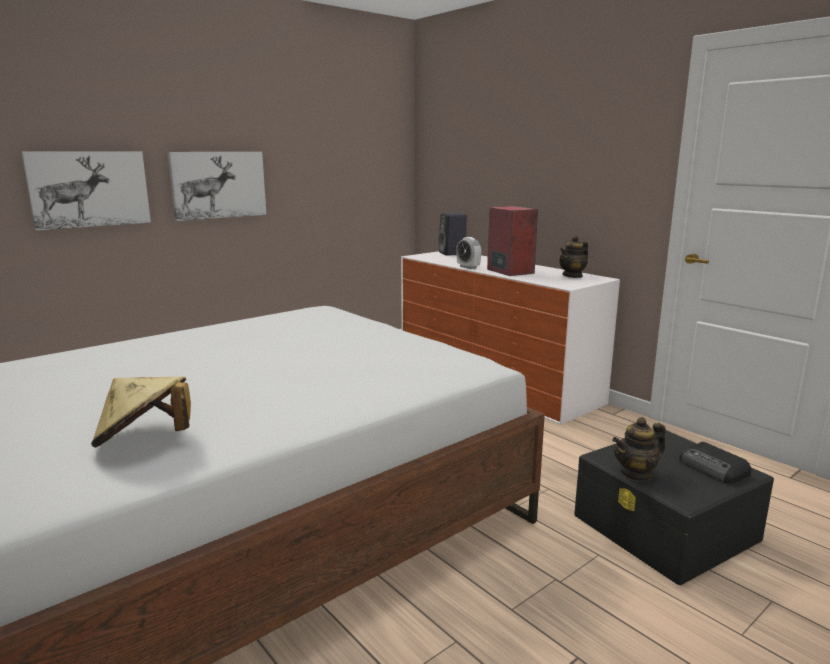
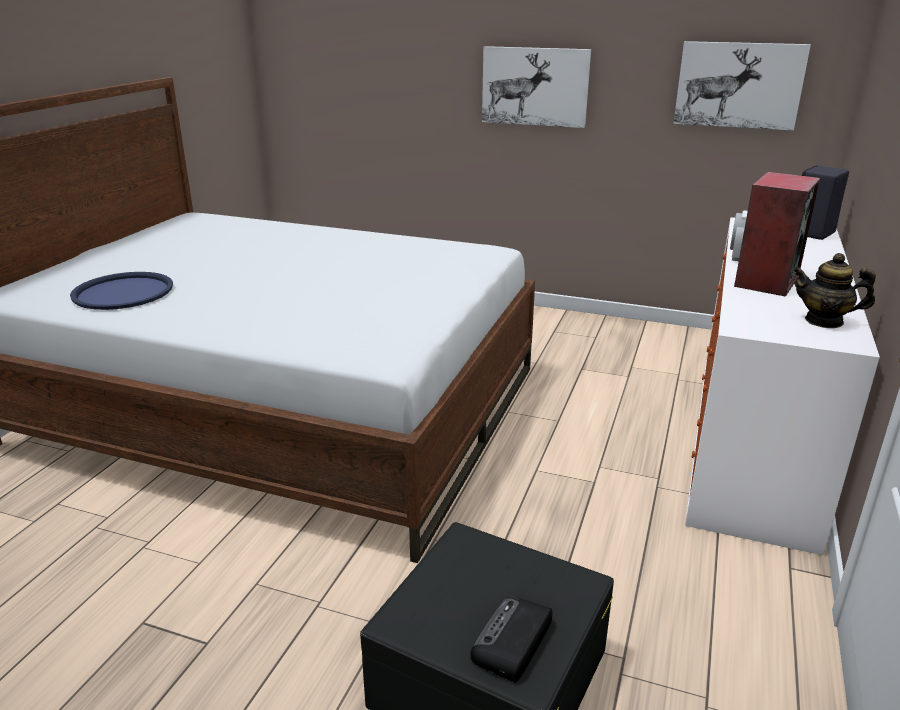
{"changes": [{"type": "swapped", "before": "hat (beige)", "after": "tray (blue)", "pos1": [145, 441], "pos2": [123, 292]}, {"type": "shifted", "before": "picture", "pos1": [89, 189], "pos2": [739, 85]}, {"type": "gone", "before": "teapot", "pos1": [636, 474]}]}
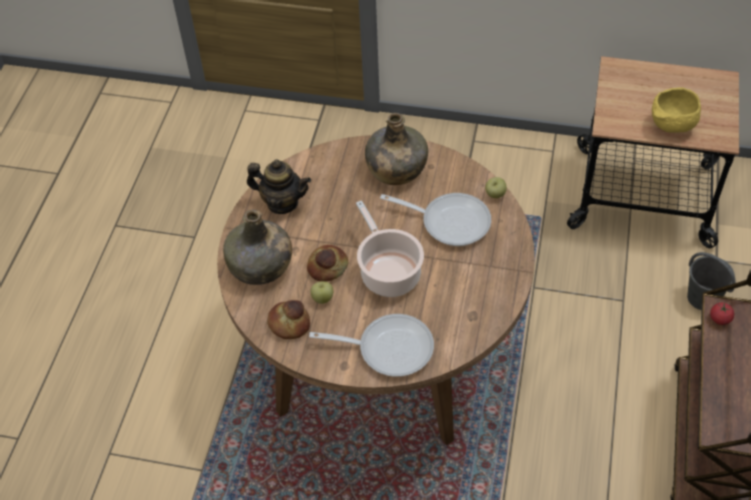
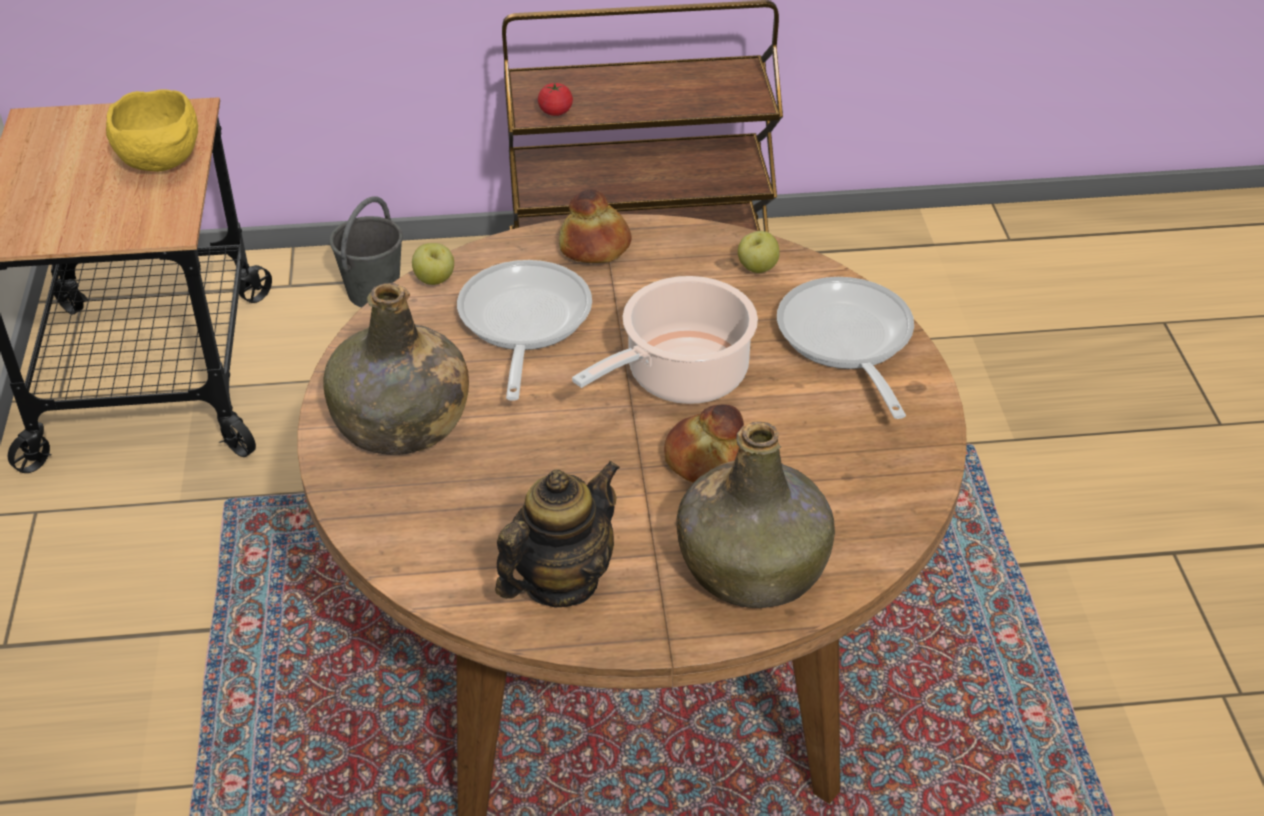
{"changes": [{"type": "rotated", "before": "teapot", "pos1": [282, 203], "pos2": [560, 581], "turn": 45}, {"type": "shifted", "before": "bread", "pos1": [289, 324], "pos2": [594, 247]}, {"type": "shifted", "before": "apple", "pos1": [322, 298], "pos2": [757, 269]}]}
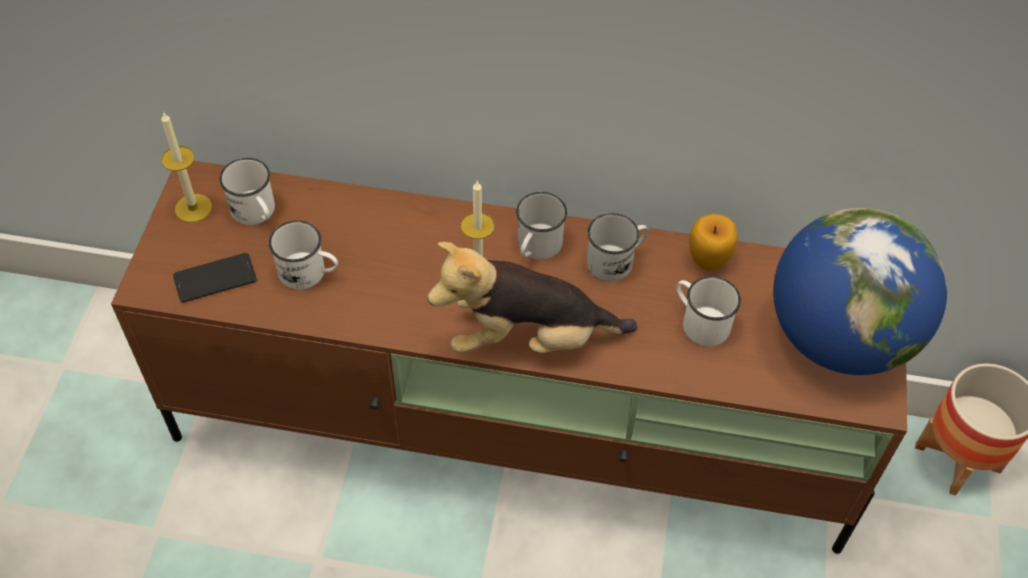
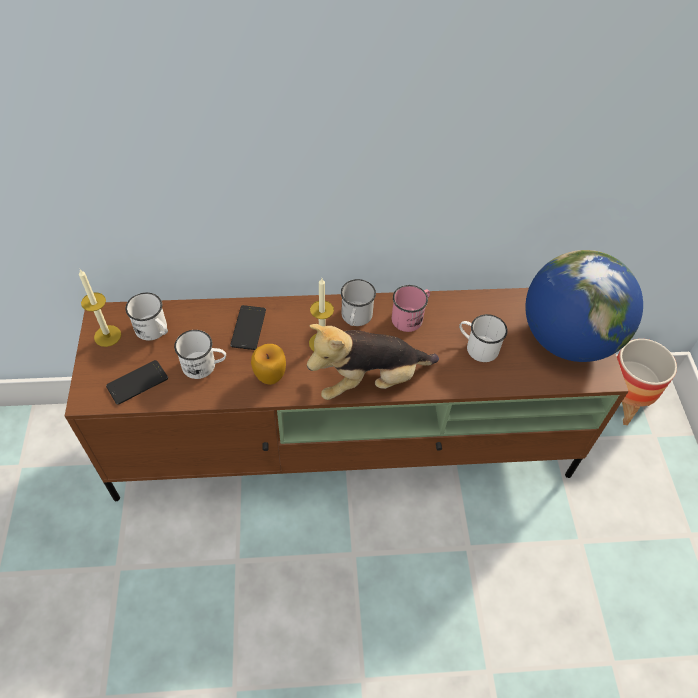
{"changes": [{"type": "new", "after": "phone", "pos2": [248, 328]}, {"type": "shifted", "before": "apple", "pos1": [708, 259], "pos2": [270, 376]}, {"type": "repainted", "before": "mug (white)", "after": "mug (pink)", "pos1": [616, 261], "pos2": [411, 317]}]}
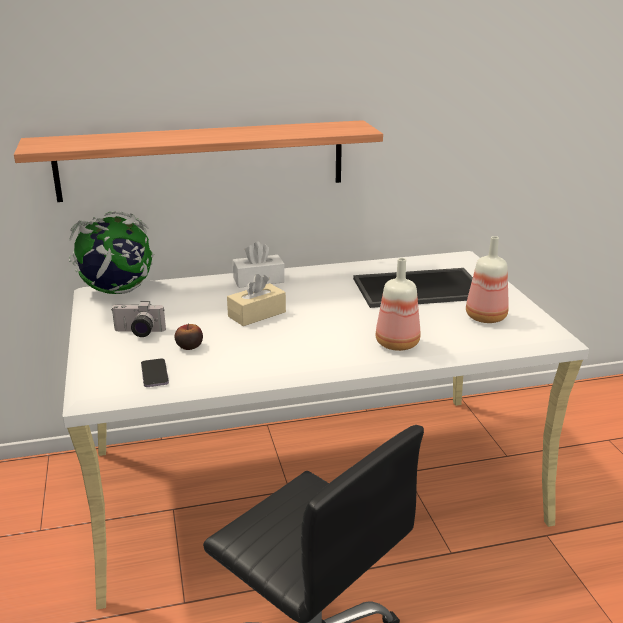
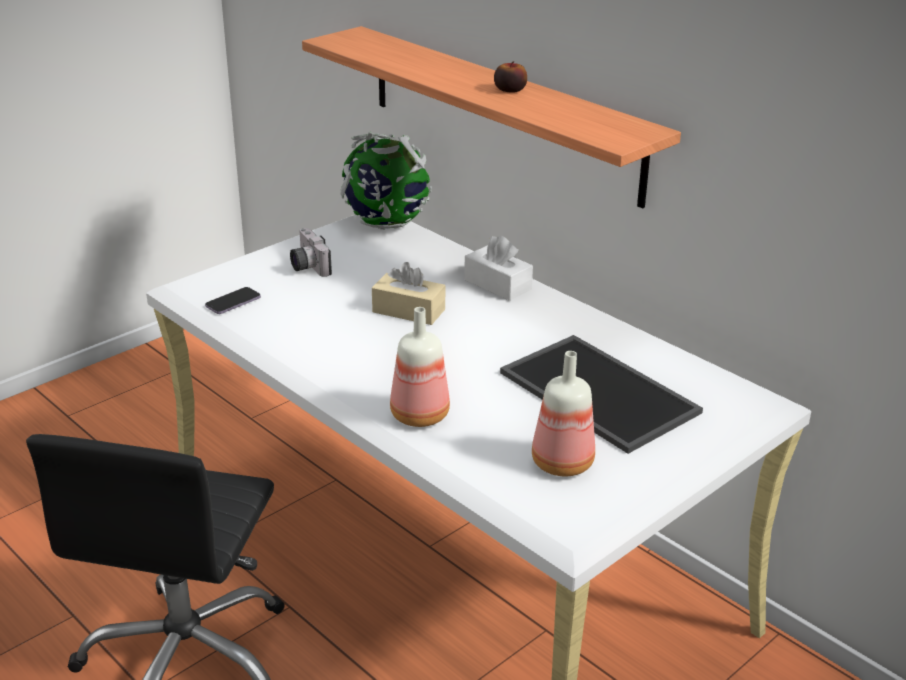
{"changes": [{"type": "shifted", "before": "apple", "pos1": [189, 346], "pos2": [510, 90]}]}
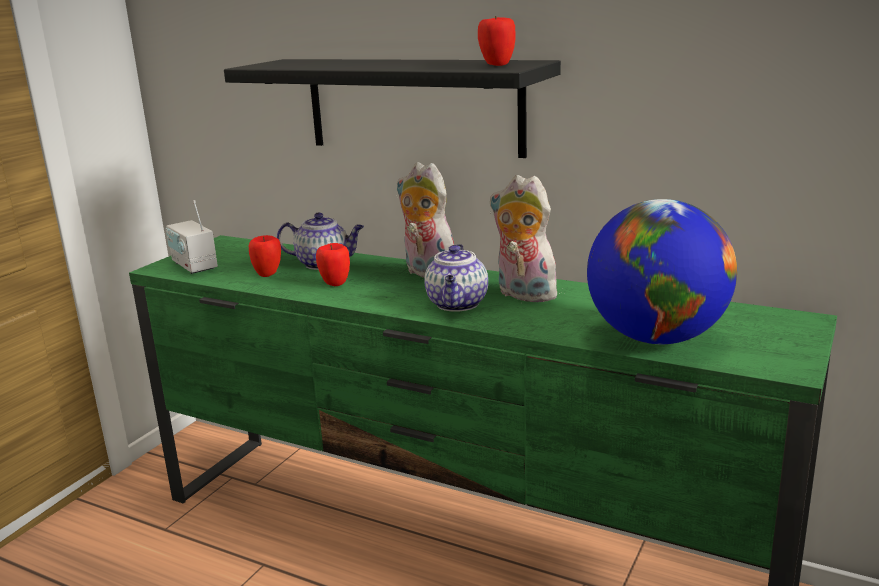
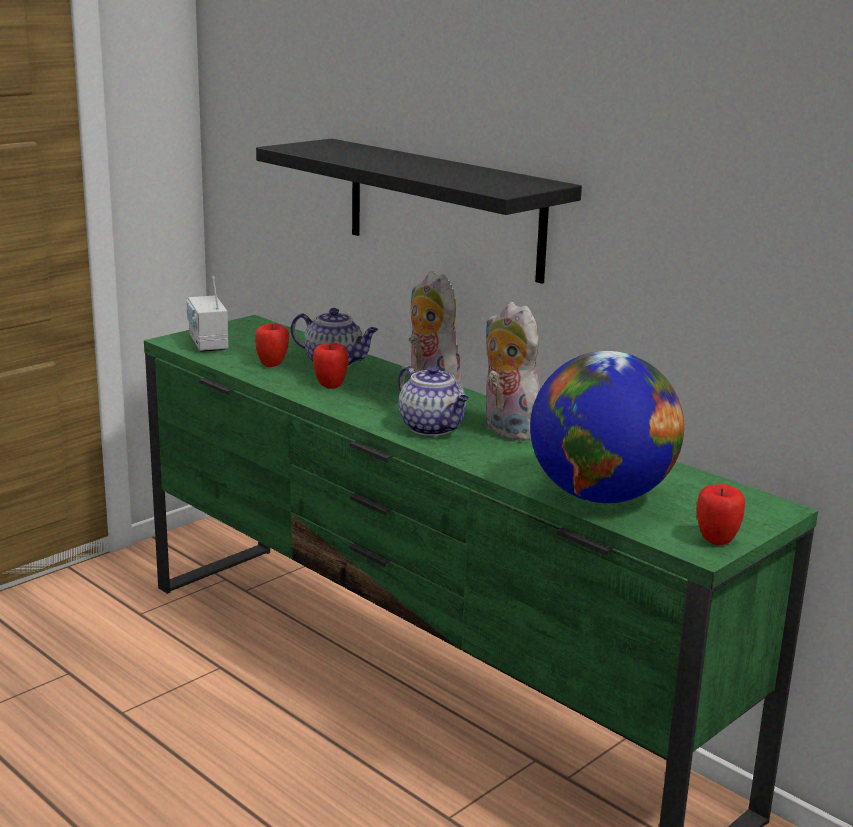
{"changes": [{"type": "rotated", "before": "teapot", "pos1": [457, 304], "pos2": [433, 428], "turn": -60}, {"type": "shifted", "before": "apple", "pos1": [497, 65], "pos2": [716, 540]}]}
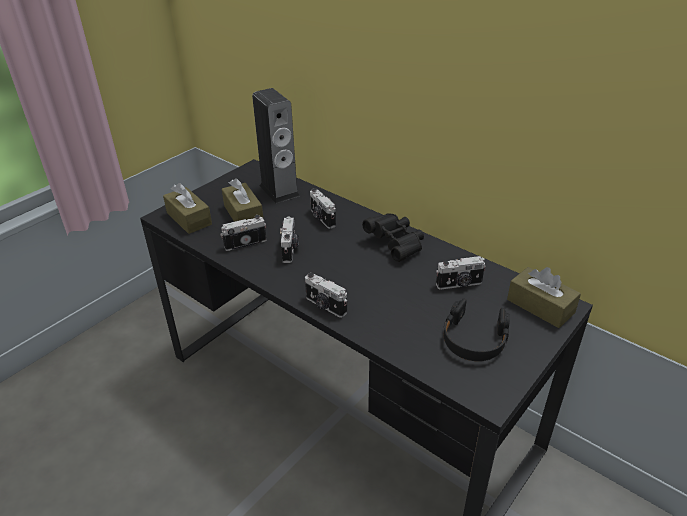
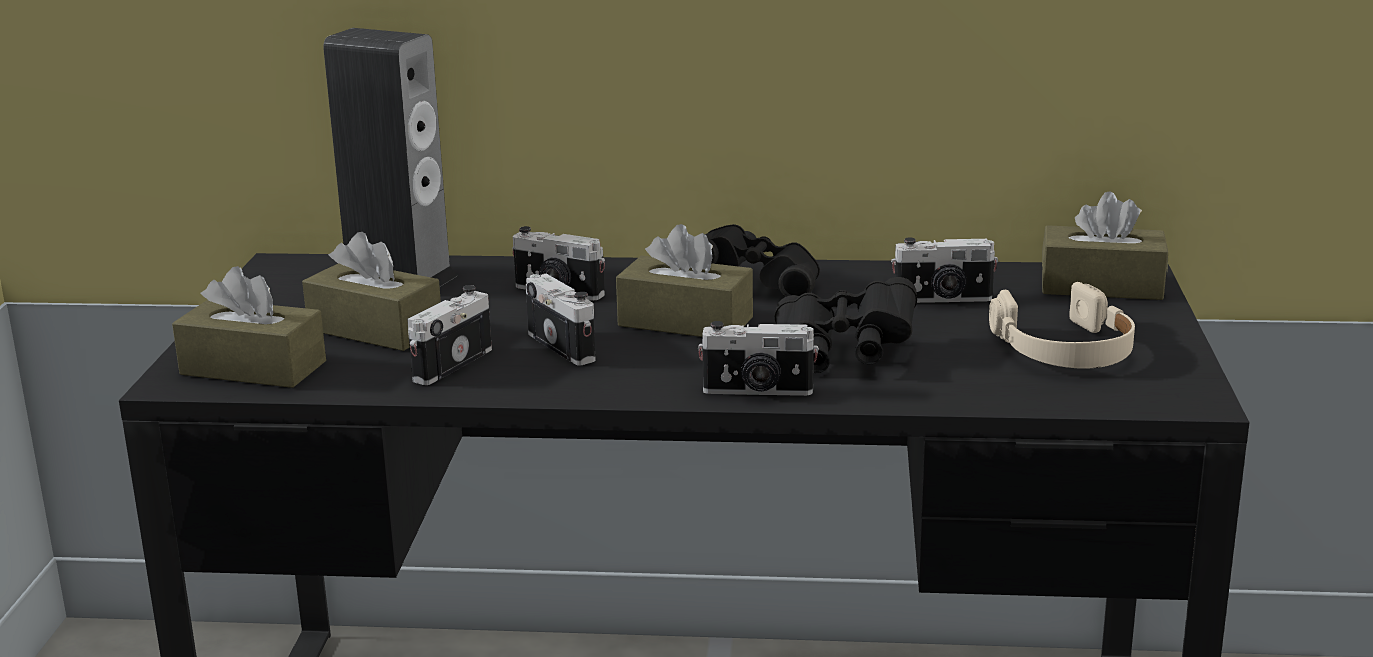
{"changes": [{"type": "new", "after": "tissue box (brown)", "pos2": [685, 322]}, {"type": "new", "after": "binoculars (black)", "pos2": [842, 354]}, {"type": "rotated", "before": "photo camera", "pos1": [459, 284], "pos2": [943, 299], "turn": 45}, {"type": "repainted", "before": "headphones (black)", "after": "headphones (beige)", "pos1": [474, 339], "pos2": [1065, 349]}]}
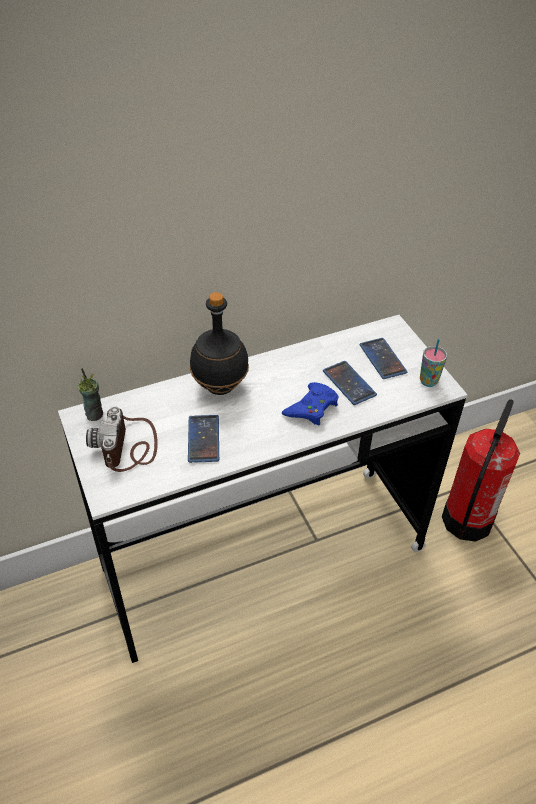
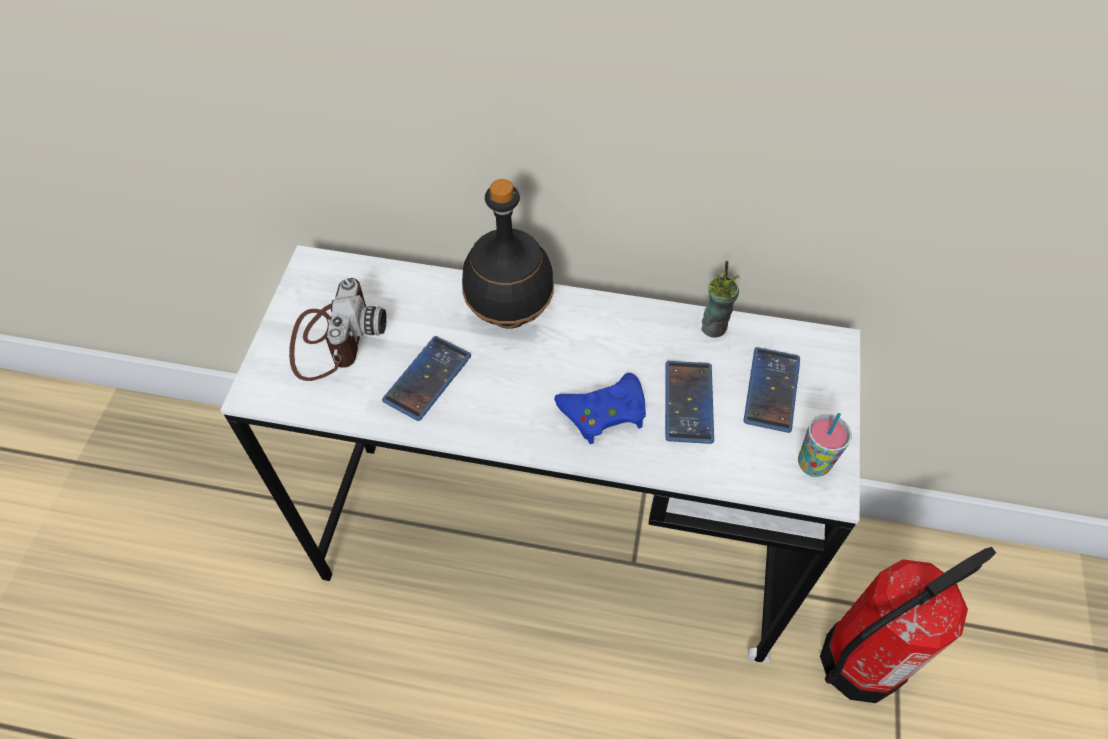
{"changes": [{"type": "rotated", "before": "photo camera", "pos1": [128, 446], "pos2": [333, 338], "turn": 150}, {"type": "shifted", "before": "cup", "pos1": [94, 414], "pos2": [714, 326]}]}
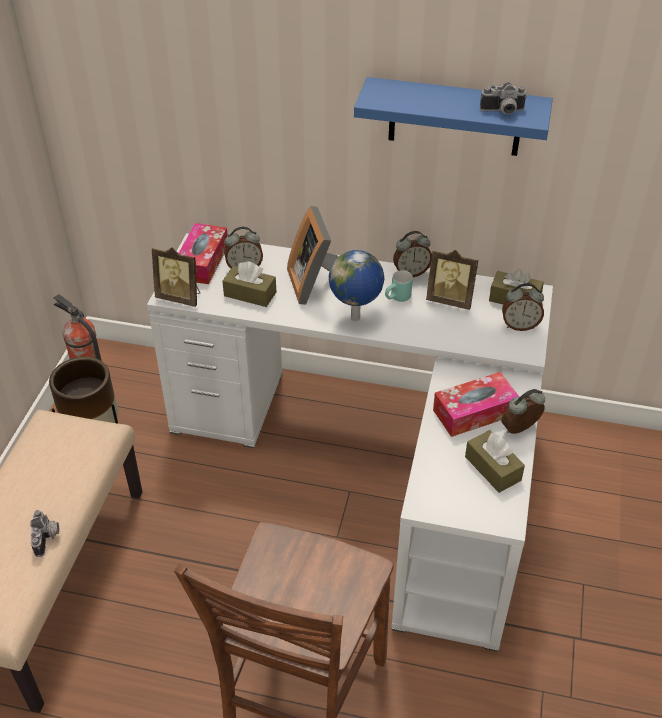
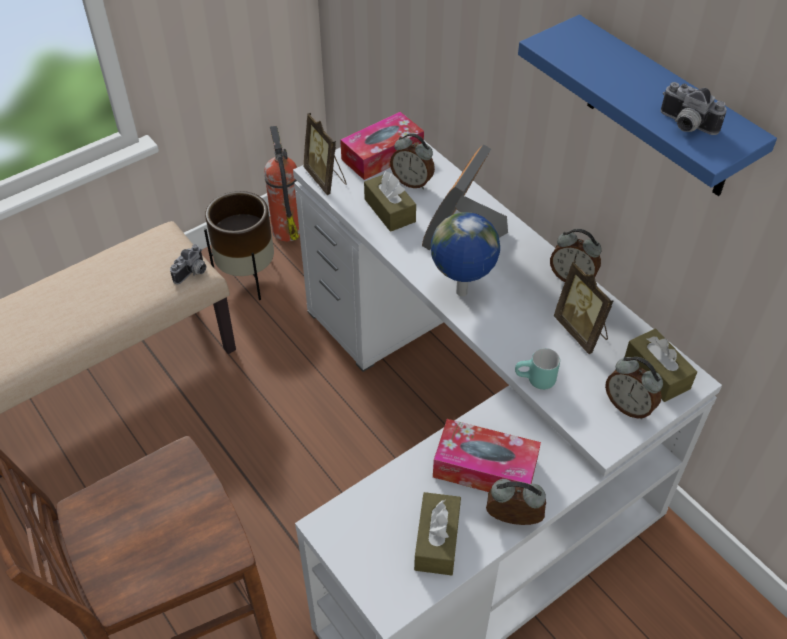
{"changes": [{"type": "shifted", "before": "photo camera", "pos1": [47, 538], "pos2": [193, 273]}, {"type": "shifted", "before": "mug (turquoise)", "pos1": [398, 299], "pos2": [535, 381]}]}
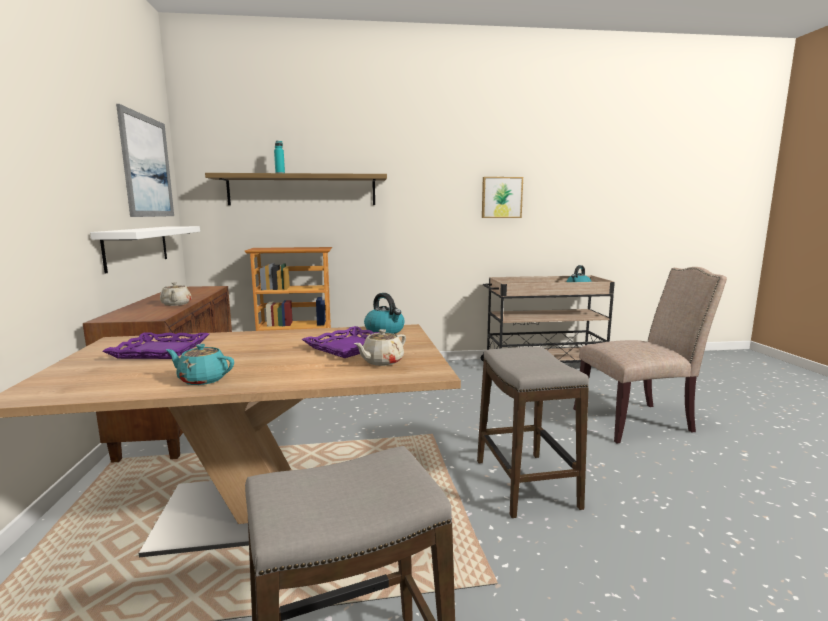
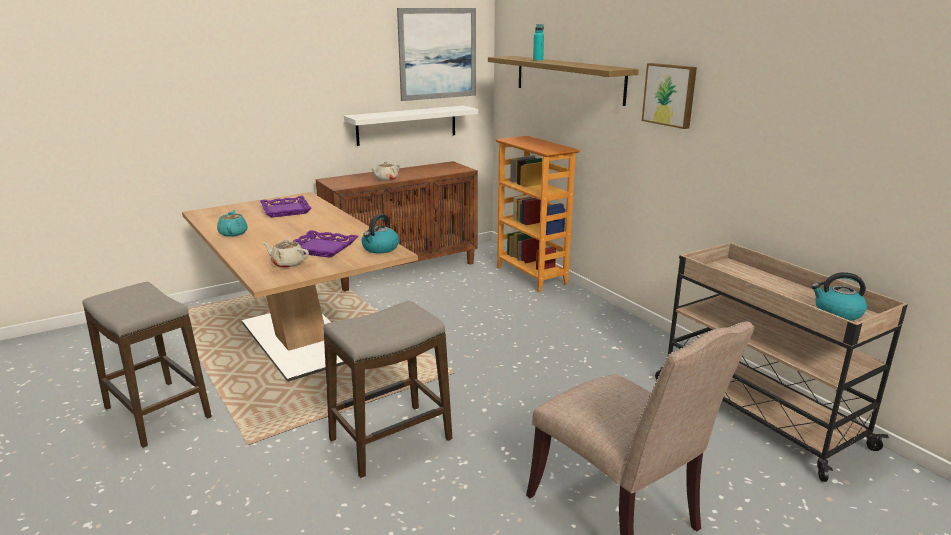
{"changes": [{"type": "shifted", "before": "picture", "pos1": [501, 197], "pos2": [670, 95]}]}
